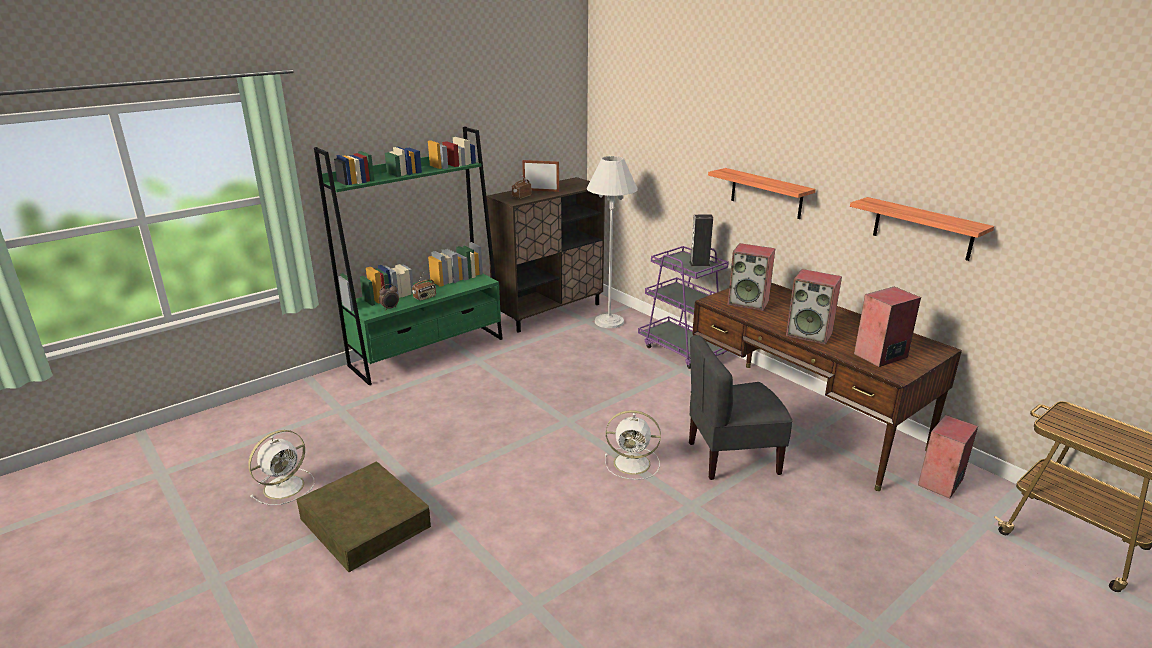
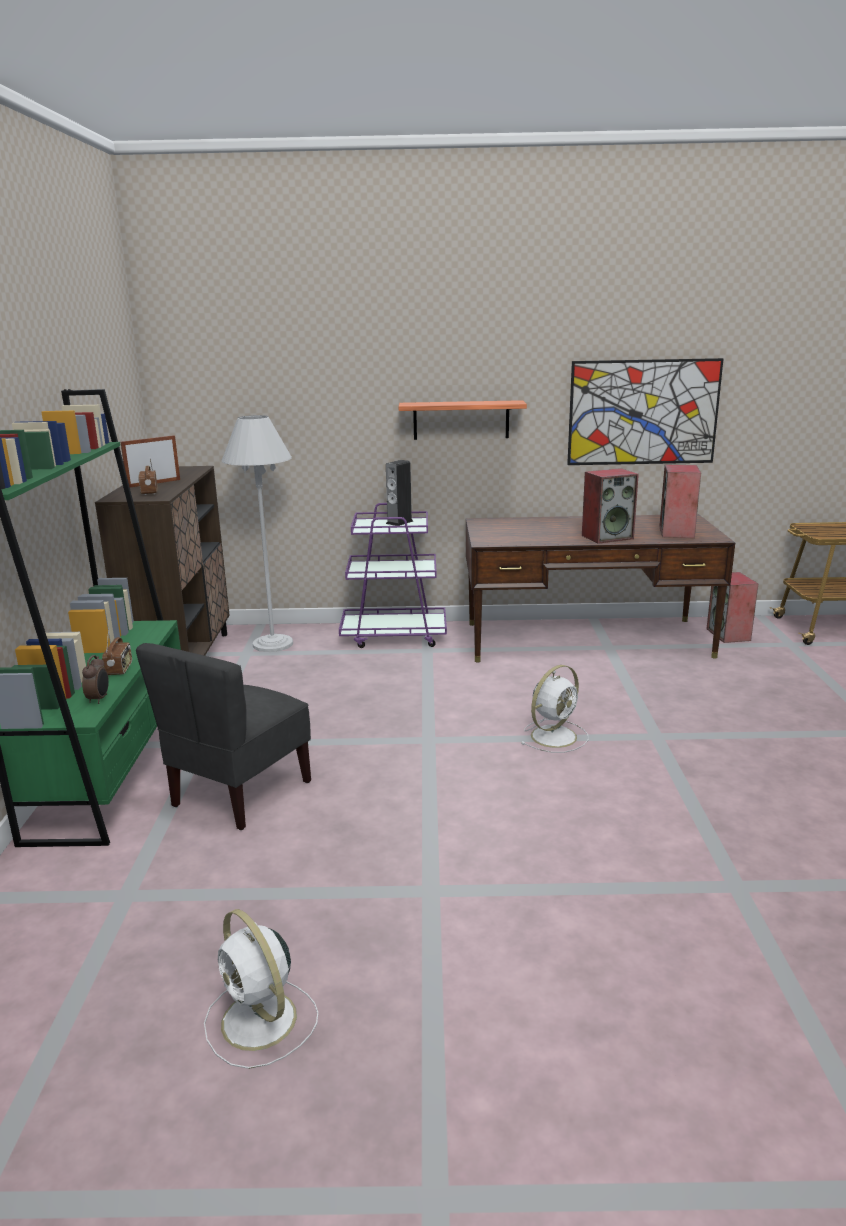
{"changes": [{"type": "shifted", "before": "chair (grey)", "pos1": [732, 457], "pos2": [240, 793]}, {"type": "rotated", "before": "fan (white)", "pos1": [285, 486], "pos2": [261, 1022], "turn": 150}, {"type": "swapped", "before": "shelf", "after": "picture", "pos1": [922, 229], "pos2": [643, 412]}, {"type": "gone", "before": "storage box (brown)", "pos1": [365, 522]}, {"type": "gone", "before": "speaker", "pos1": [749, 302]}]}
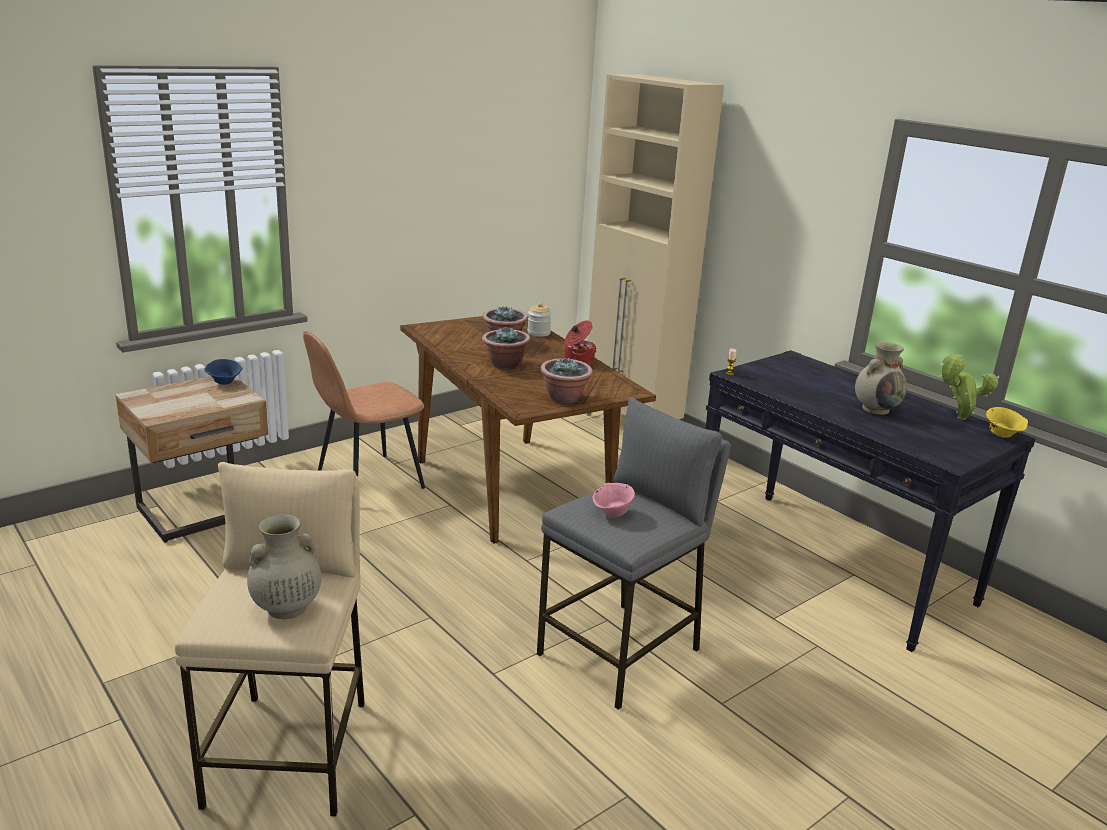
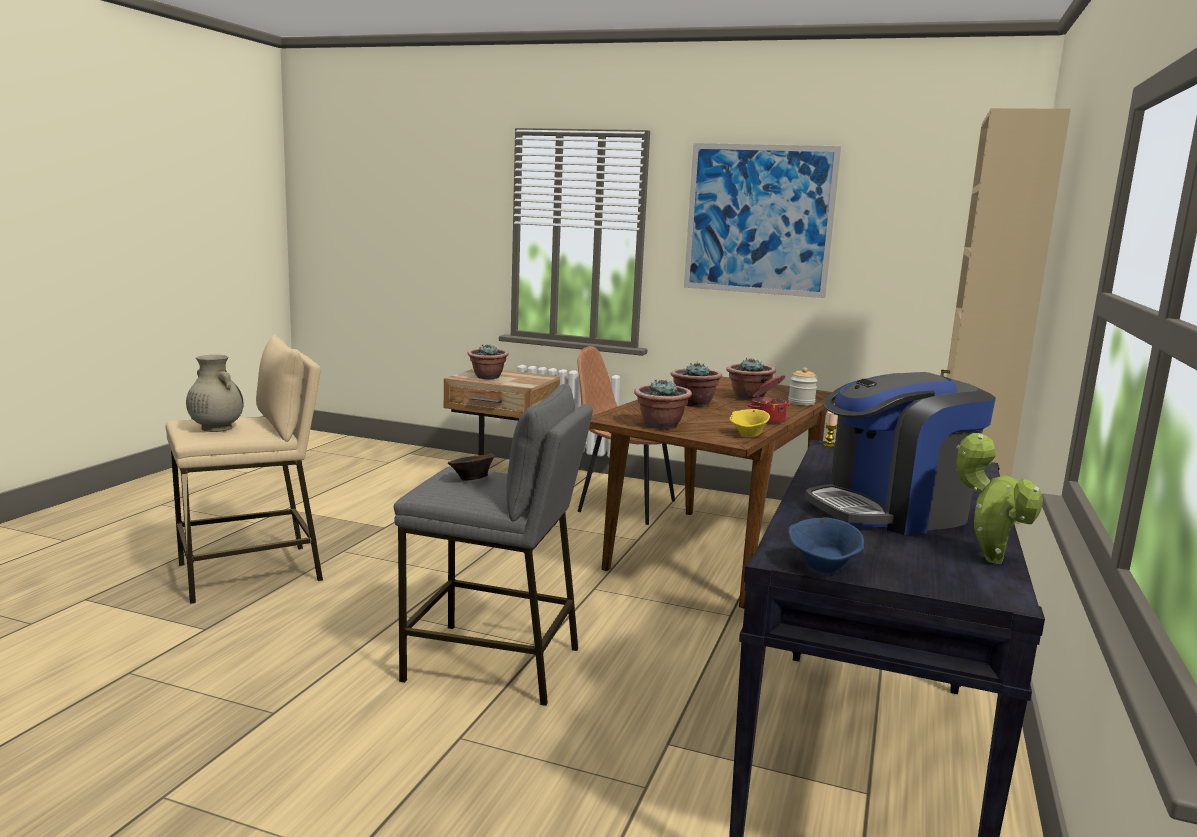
{"changes": [{"type": "repainted", "before": "bowl (pink)", "after": "bowl (brown)", "pos1": [612, 513], "pos2": [471, 480]}, {"type": "new", "after": "potted plant", "pos2": [487, 377]}, {"type": "new", "after": "picture", "pos2": [759, 220]}, {"type": "shifted", "before": "bowl (yellow)", "pos1": [1002, 435], "pos2": [748, 435]}, {"type": "shifted", "before": "bowl (blue)", "pos1": [225, 382], "pos2": [824, 568]}, {"type": "swapped", "before": "vase (beige)", "after": "coffee machine", "pos1": [876, 409], "pos2": [891, 511]}]}
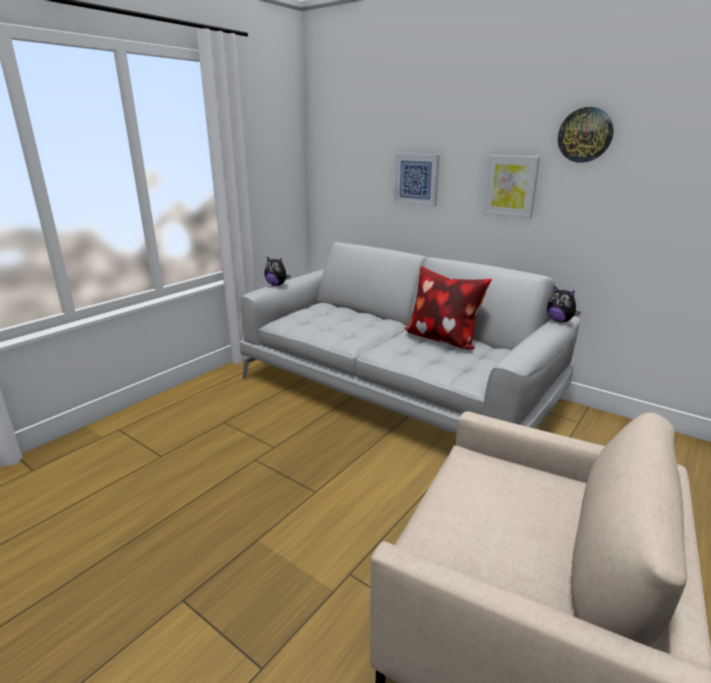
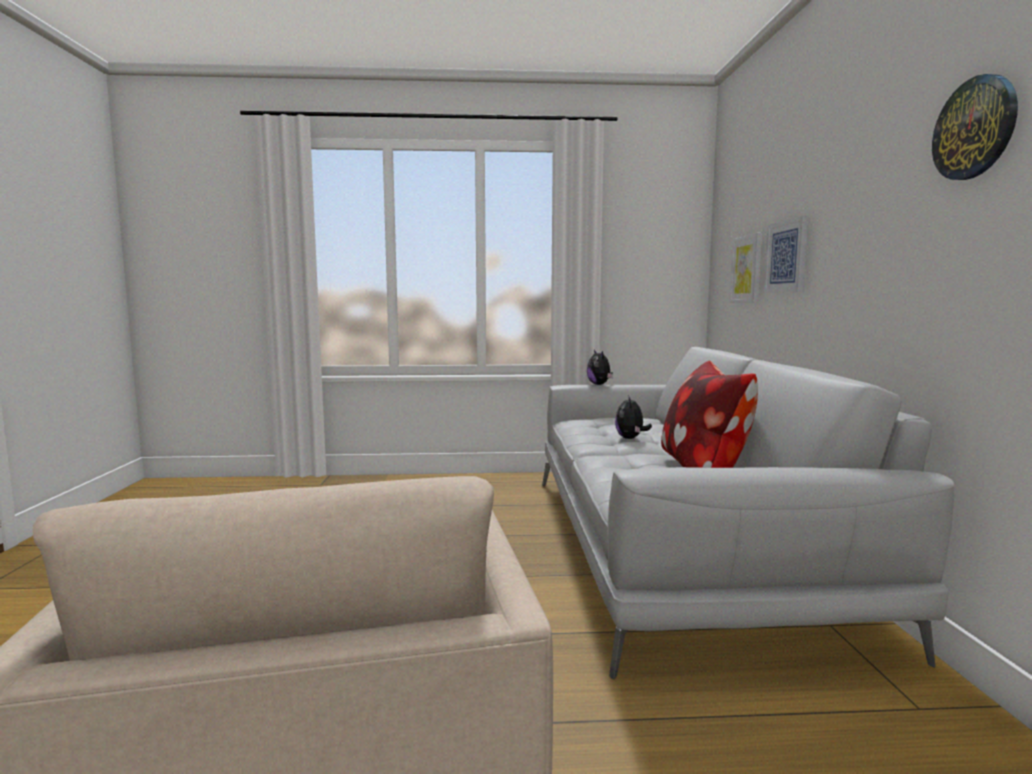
{"changes": [{"type": "shifted", "before": "plush toy", "pos1": [560, 321], "pos2": [631, 438]}, {"type": "shifted", "before": "picture", "pos1": [510, 186], "pos2": [747, 269]}]}
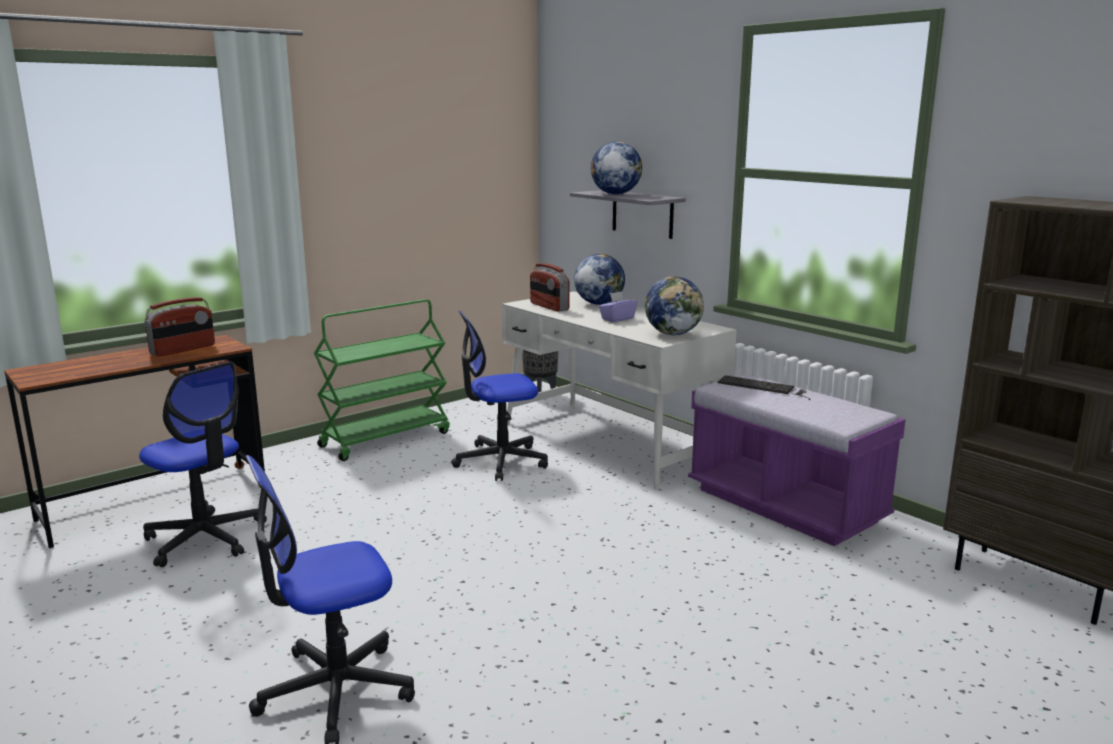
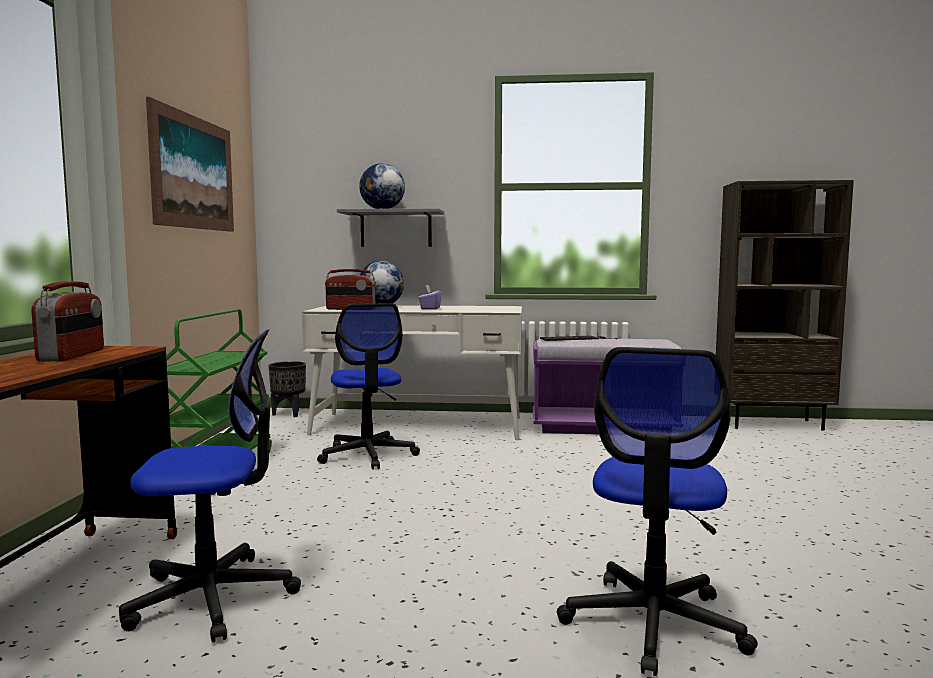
{"changes": [{"type": "new", "after": "picture", "pos2": [193, 172]}, {"type": "rotated", "before": "office chair", "pos1": [500, 461], "pos2": [368, 455], "turn": -45}, {"type": "gone", "before": "globe", "pos1": [673, 334]}]}
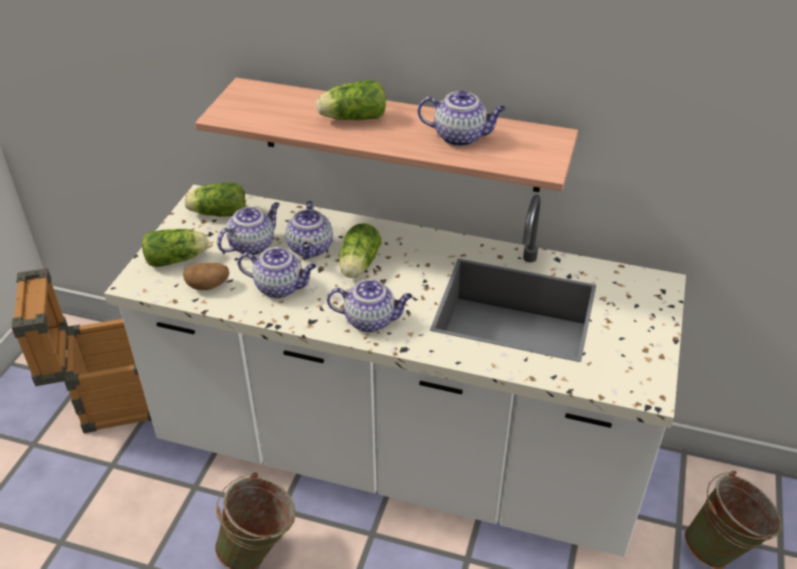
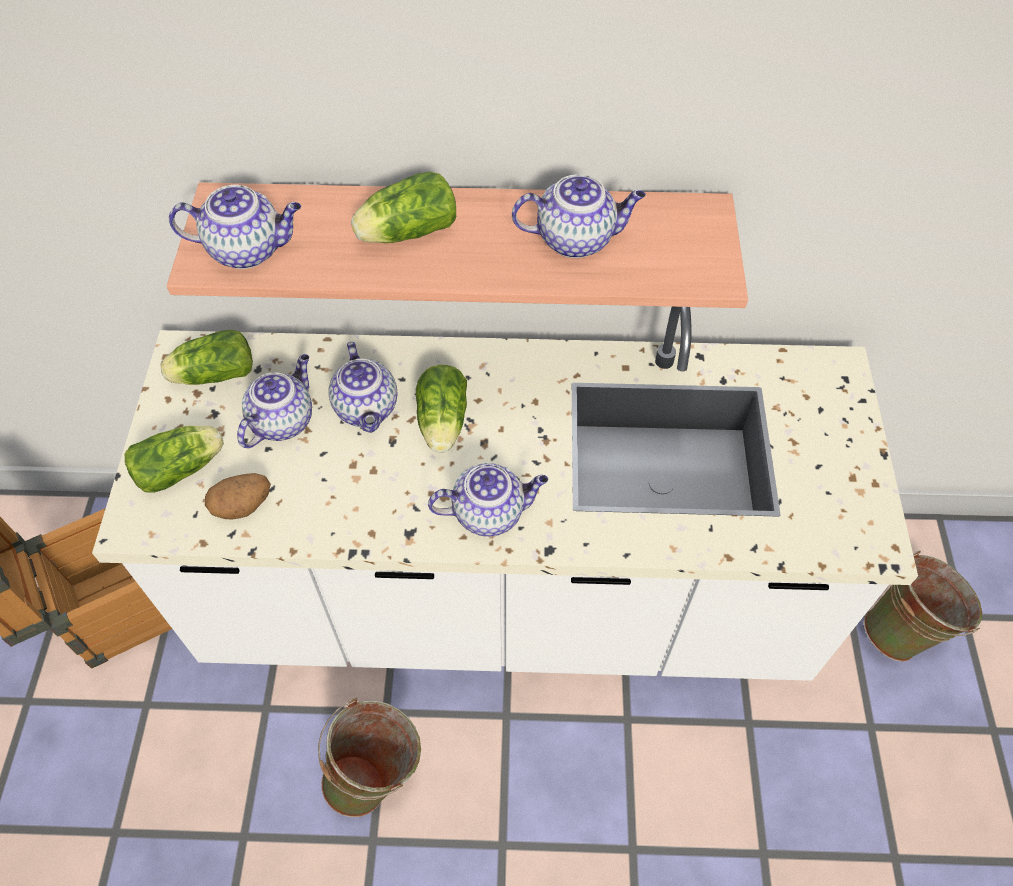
{"changes": [{"type": "shifted", "before": "teapot", "pos1": [280, 287], "pos2": [248, 249]}]}
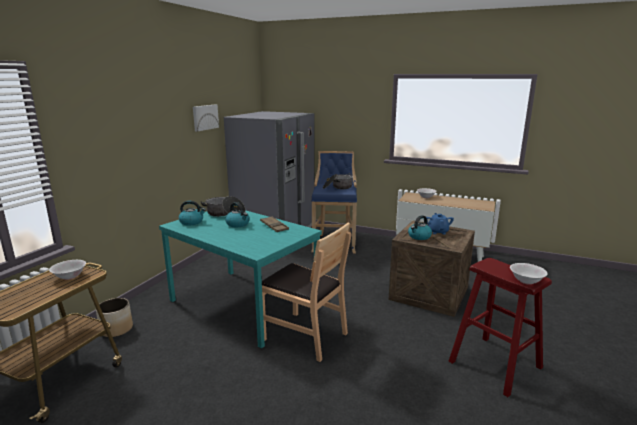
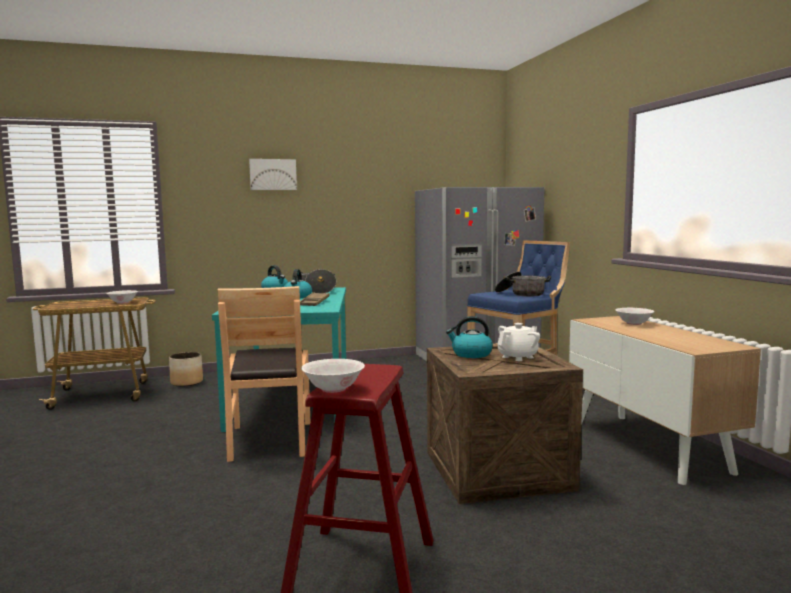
{"changes": [{"type": "shifted", "before": "picture", "pos1": [205, 117], "pos2": [273, 174]}, {"type": "repainted", "before": "teapot (blue)", "after": "teapot (white)", "pos1": [438, 232], "pos2": [518, 357]}]}
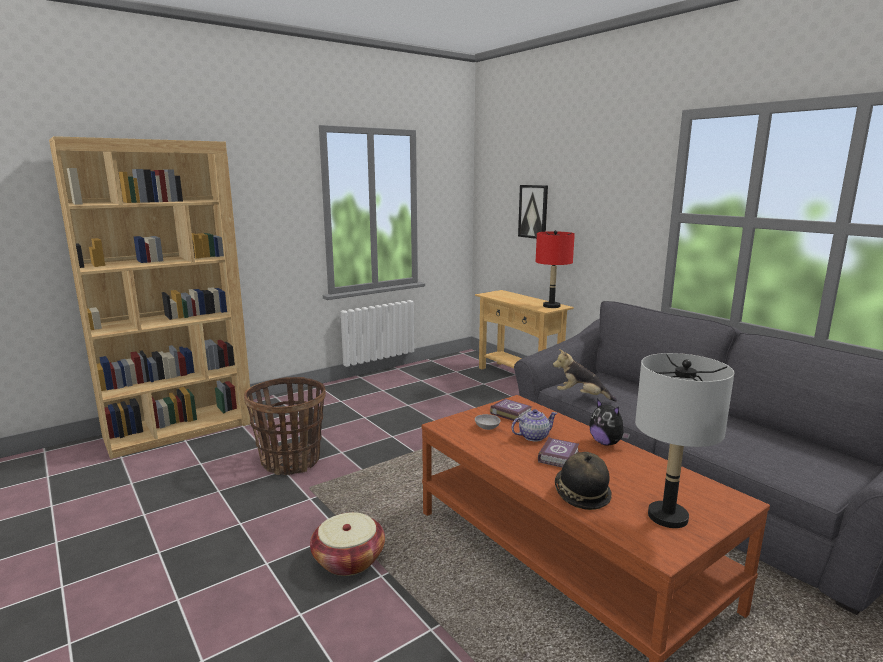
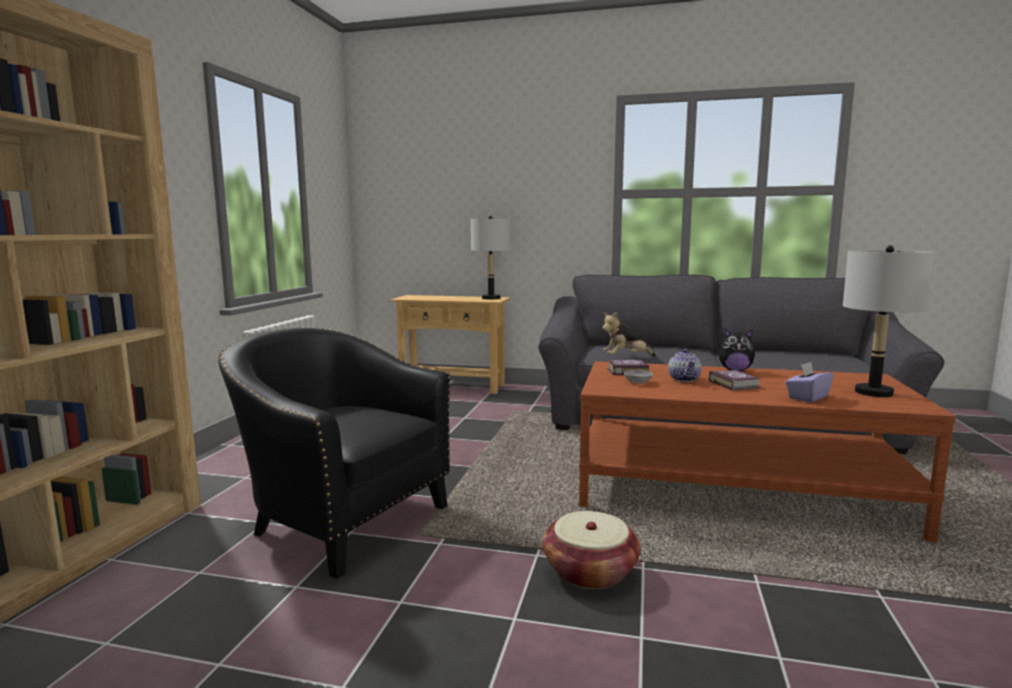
{"changes": [{"type": "swapped", "before": "basket", "after": "armchair (black)", "pos1": [291, 461], "pos2": [341, 521]}, {"type": "repainted", "before": "table lamp (red)", "after": "table lamp (grey)", "pos1": [551, 306], "pos2": [491, 298]}, {"type": "rotated", "before": "teapot", "pos1": [533, 436], "pos2": [684, 379], "turn": 150}, {"type": "swapped", "before": "hat", "after": "tissue box (purple)", "pos1": [581, 495], "pos2": [807, 397]}, {"type": "gone", "before": "picture", "pos1": [533, 211]}]}
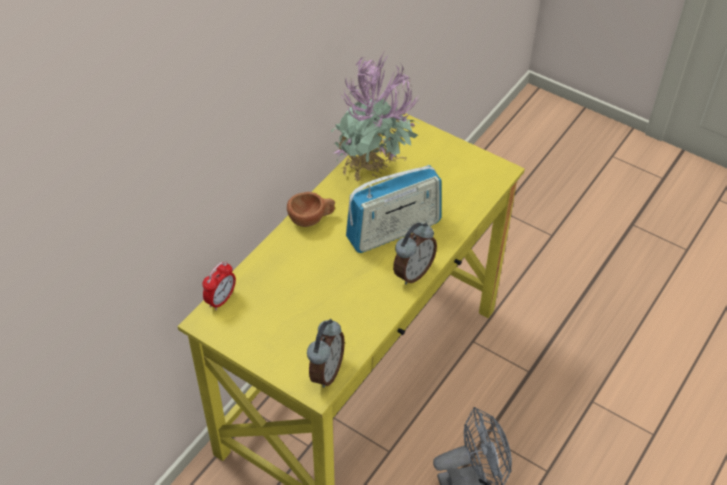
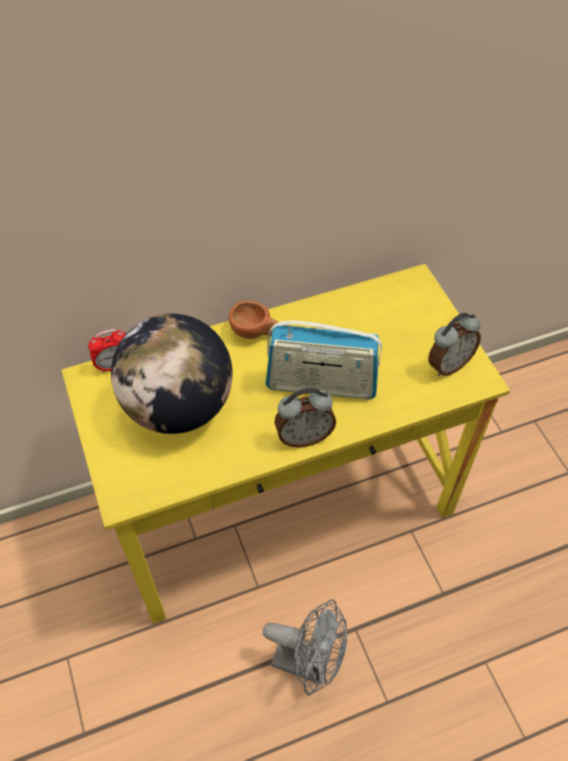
{"changes": [{"type": "new", "after": "globe", "pos2": [178, 407]}, {"type": "shifted", "before": "alarm clock", "pos1": [325, 372], "pos2": [448, 364]}, {"type": "gone", "before": "potted plant", "pos1": [374, 178]}]}
